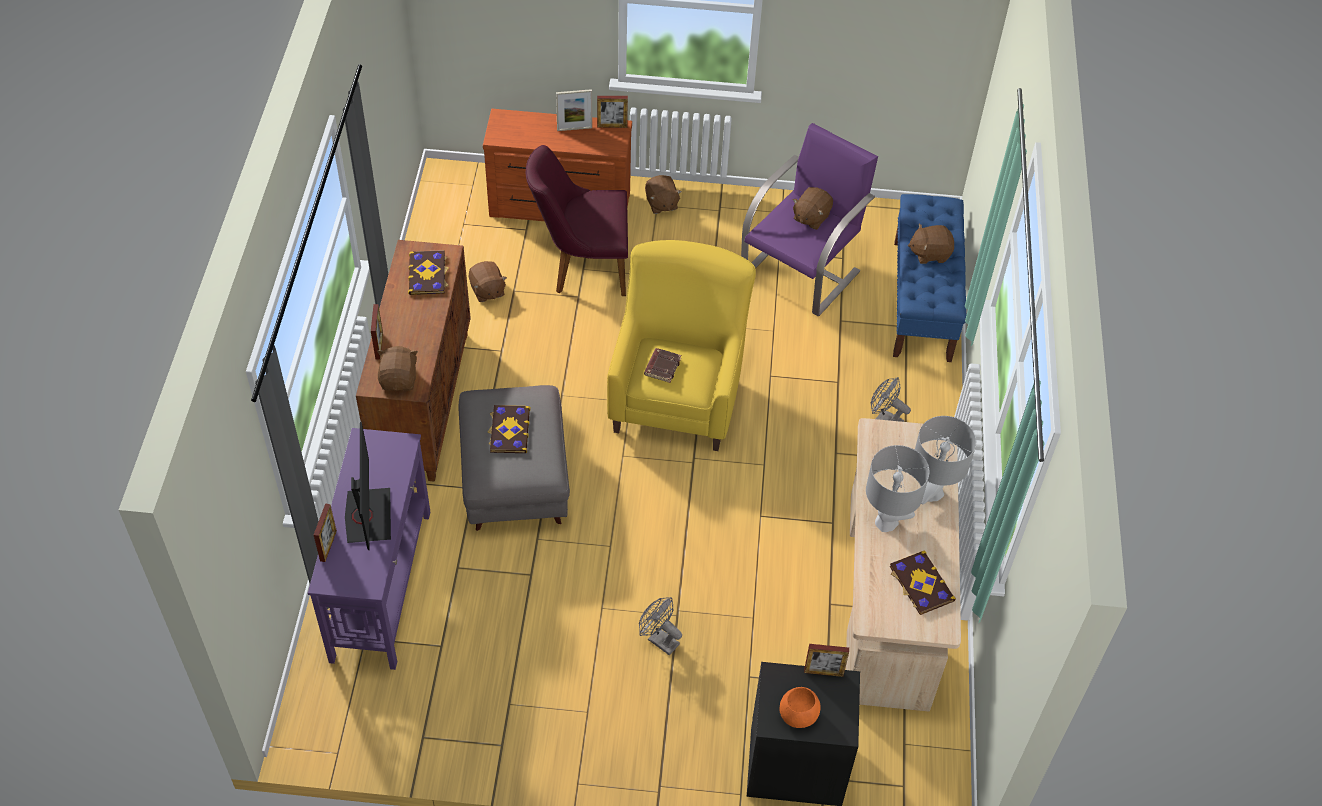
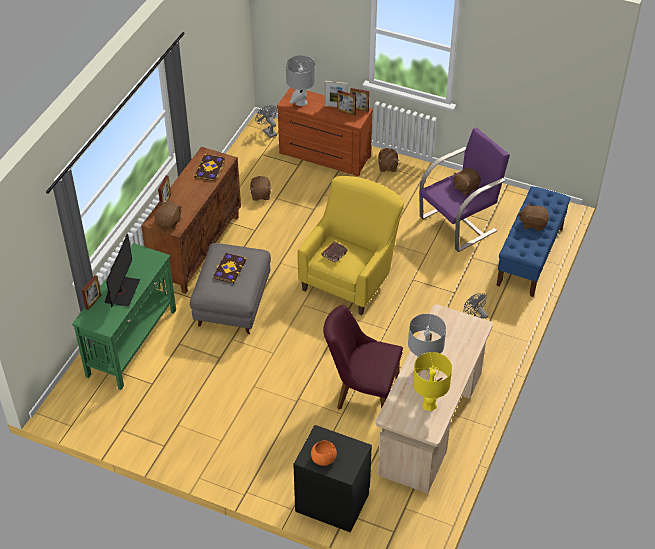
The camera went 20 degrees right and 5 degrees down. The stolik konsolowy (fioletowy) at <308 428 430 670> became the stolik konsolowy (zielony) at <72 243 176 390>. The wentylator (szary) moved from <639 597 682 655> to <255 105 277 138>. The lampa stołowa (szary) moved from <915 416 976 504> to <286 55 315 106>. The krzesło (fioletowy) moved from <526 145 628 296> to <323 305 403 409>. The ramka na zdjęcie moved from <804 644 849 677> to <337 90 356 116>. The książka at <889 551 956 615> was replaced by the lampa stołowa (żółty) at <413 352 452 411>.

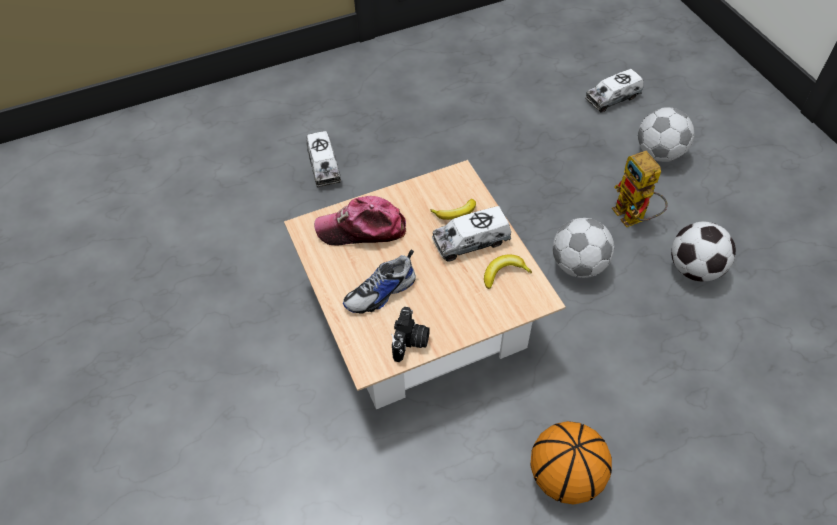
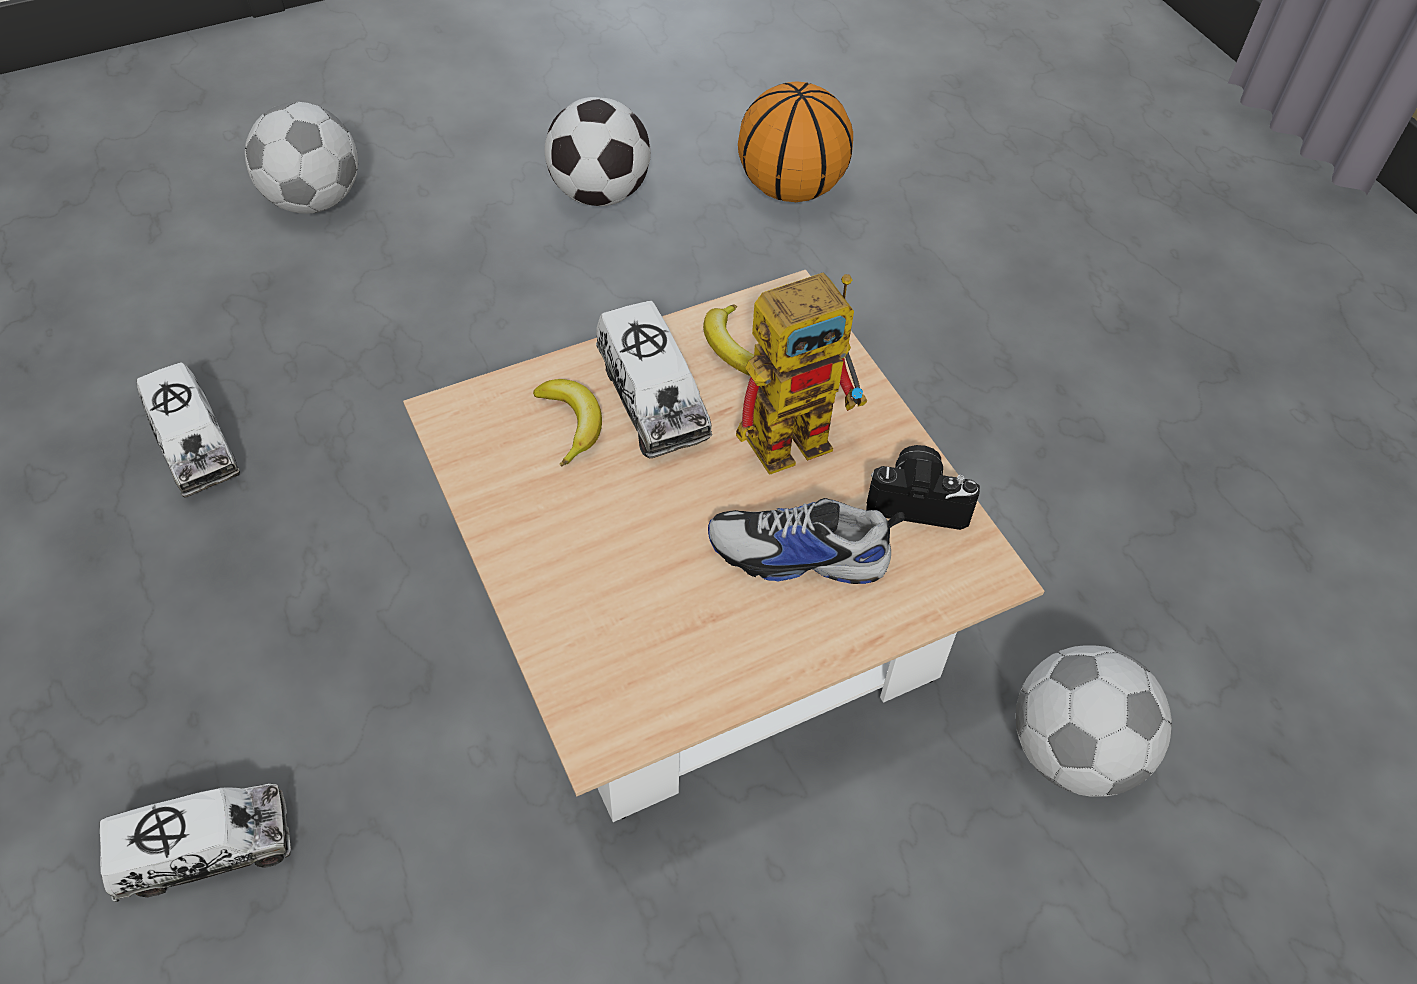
The camera went 95 degrees left and 0 degrees up. The ciężarówka zabawkowa moved from <585 69 644 113> to <137 362 240 497>. The but at <343 249 416 314> turned 135 degrees clockwise. The robot zabawkowy moved from <612 151 668 227> to <736 273 867 475>. The piłka do koszykówki moved from <531 421 612 504> to <738 81 853 202>. The piłka futbolowa moved from <553 218 614 278> to <1016 645 1172 797>. The czapka z daszkiem at <314 196 406 245> disappeared.

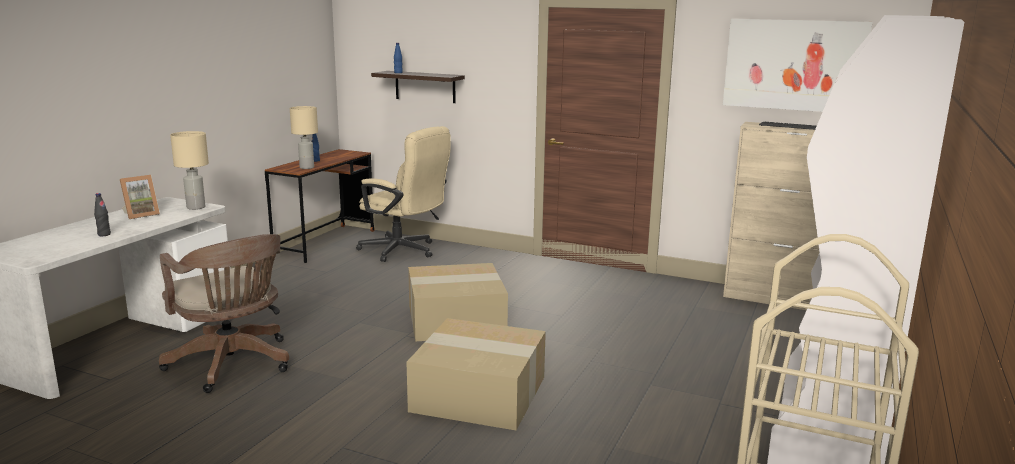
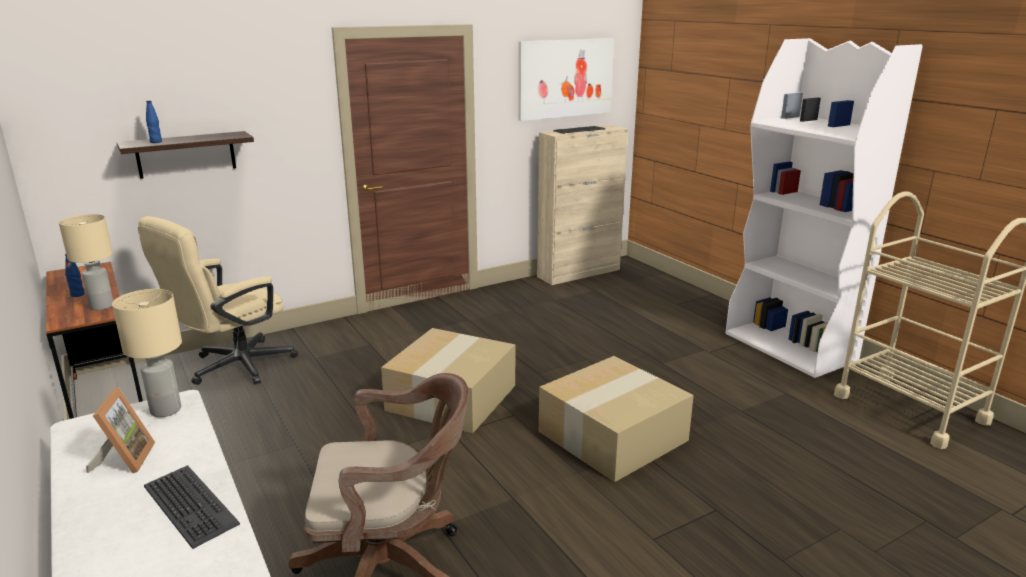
The camera went 55 degrees left and 5 degrees up. The krzesło biurowe (beżowy) at <356 126 451 262> turned 150 degrees clockwise. The butelka (czarny) at <94 193 111 236> was replaced by the klawiatura at <144 465 240 549>.

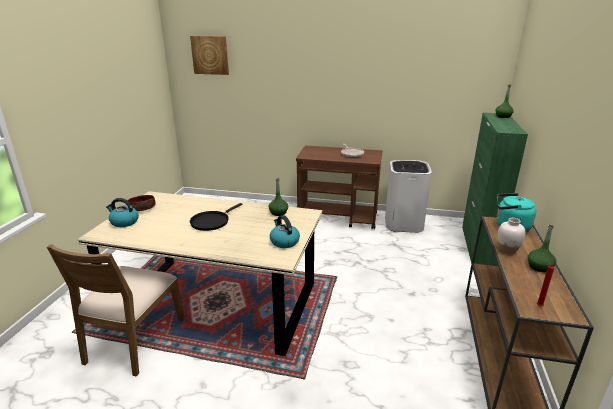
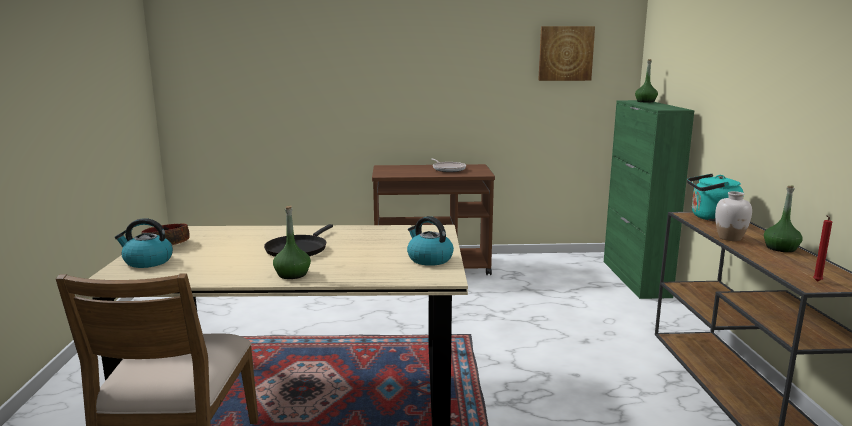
The camera went 15 degrees left and 10 degrees down. The butelka (zielony) moved from <269 177 288 216> to <273 206 311 279>. The obraz moved from <190 36 229 75> to <538 26 595 81>. The kosz na śmieci (biały) at <385 160 432 233> disappeared.

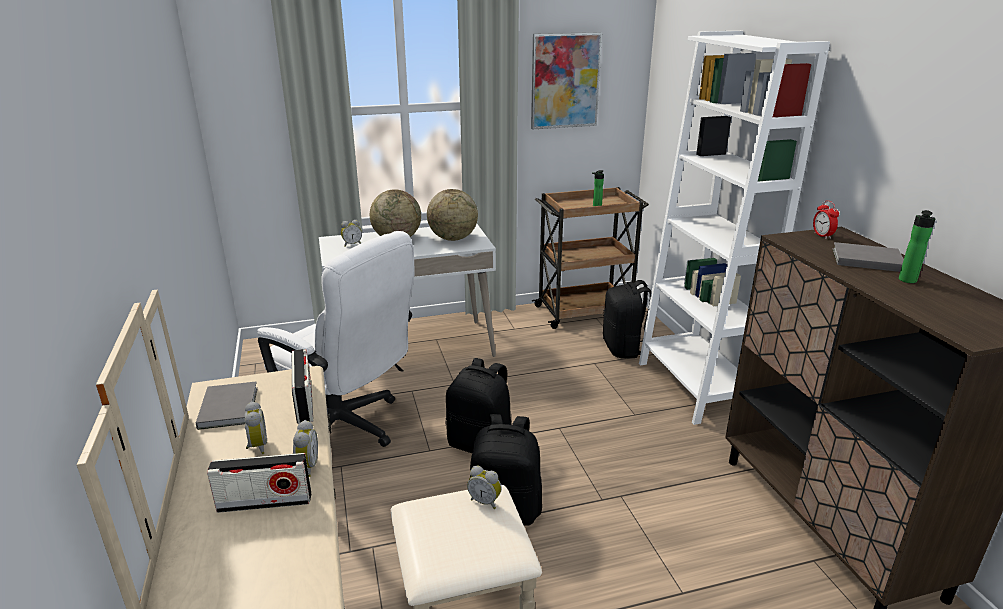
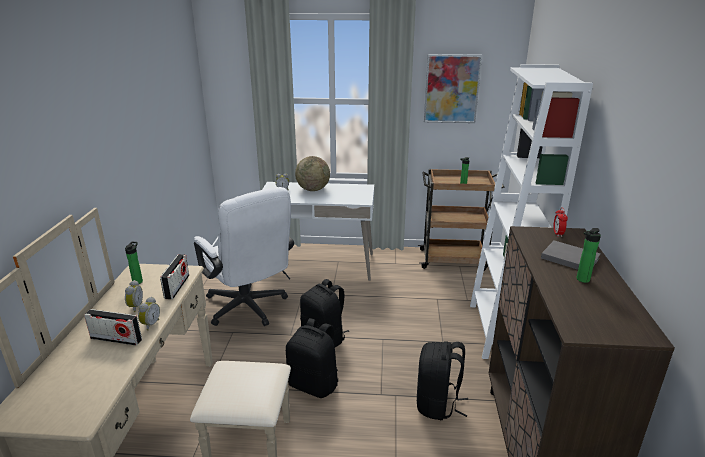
The camera went 20 degrees right and 0 degrees up. The książka (szary) at <196 382 258 430> was replaced by the butelka at <125 242 143 284>. The plecak (czarny) moved from <603 280 652 359> to <417 342 468 420>. The globus at <427 189 478 241> disappeared. The budzik at <467 466 502 509> disappeared.

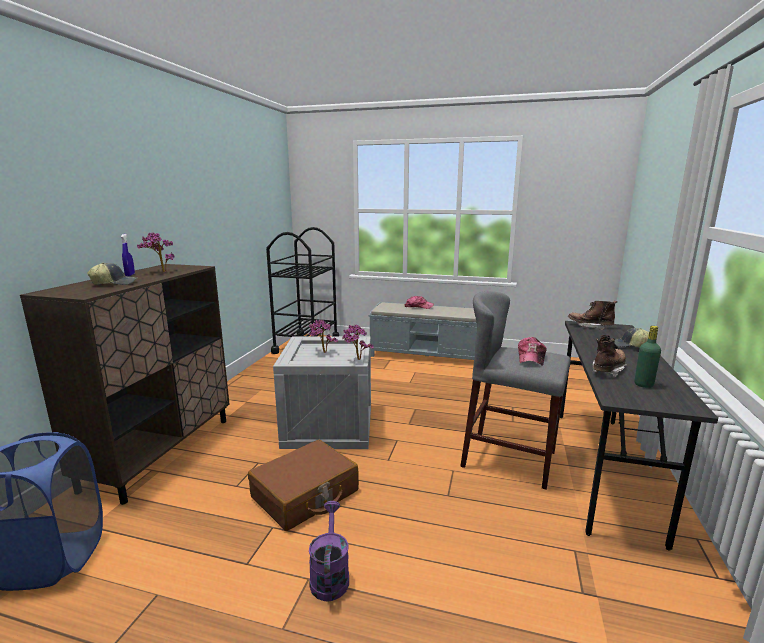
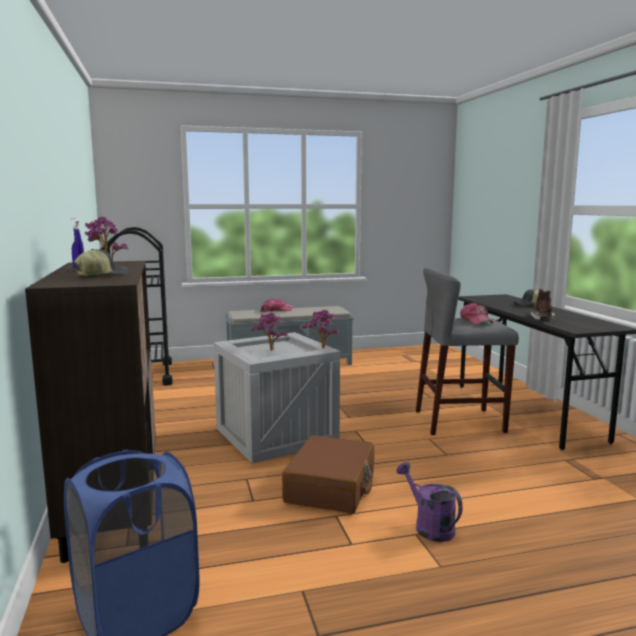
The camera went 30 degrees left and 5 degrees down. The but z cholewką (brązowy) at <568 301 617 330> disappeared. The butelka (zielony) at <635 326 661 388> disappeared.

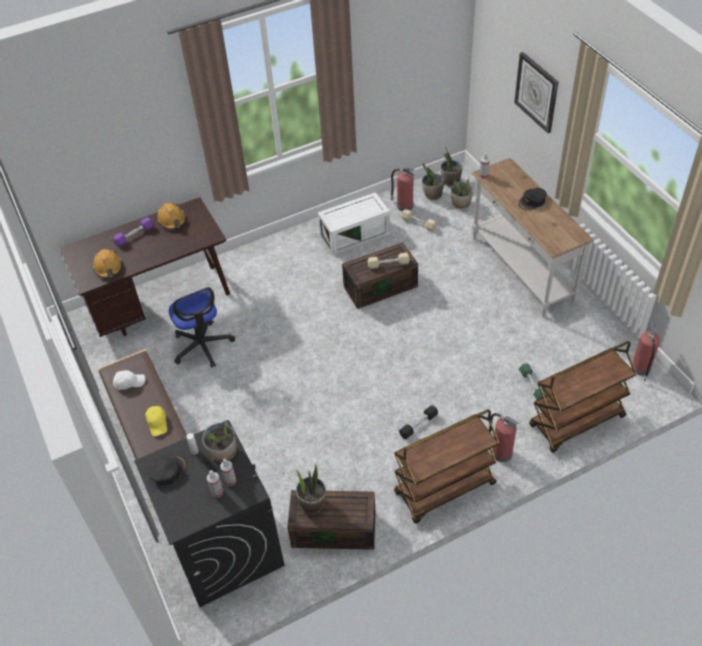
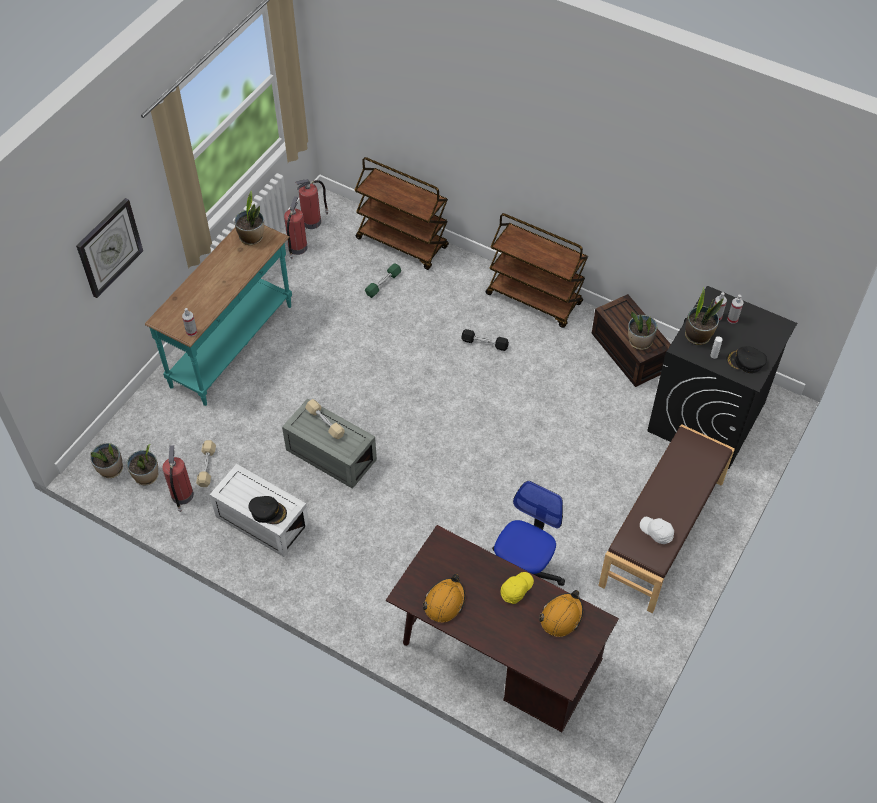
The camera went 125 degrees left and 5 degrees up. The stolik konsolowy (biały) at <472 158 594 317> became the stolik konsolowy (turkusowy) at <145 225 292 406>. The roślina doniczkowa moved from <451 178 473 209> to <234 190 264 245>. The czapka z daszkiem (czarny) moved from <518 188 546 211> to <248 496 287 524>. The pojemnik do przechowywania (brązowy) at <342 242 418 309> became the pojemnik do przechowywania (szary) at <282 399 377 489>. The gaśnica moved from <489 413 519 462> to <284 196 308 259>. The czapka z daszkiem (żółty) moved from <145 406 167 436> to <501 572 534 604>. The hantel (fioletowy) at <113 217 153 247> disappeared.

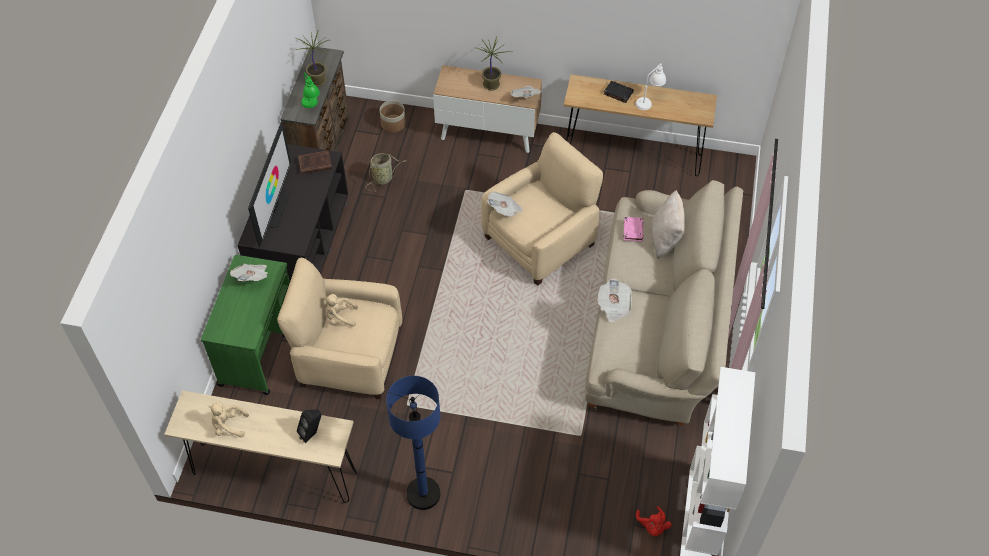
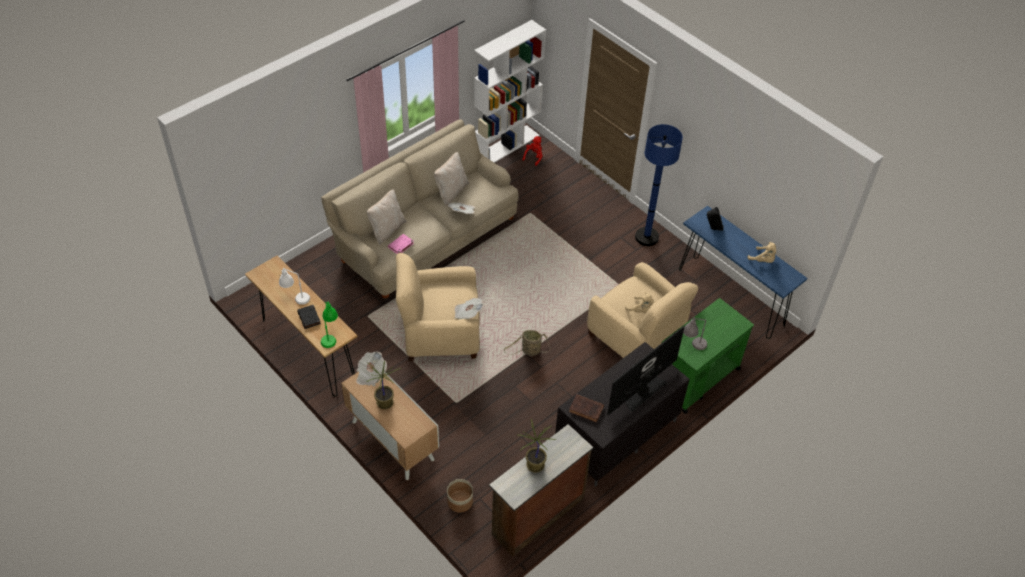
The camera went 145 degrees left and 5 degrees down. The lampa stołowa (zielony) moved from <301 72 320 108> to <321 302 338 348>. The poduszka (beżowy) at <434 152 469 206> appeared. The koszyk moved from <366 153 407 192> to <504 330 550 356>. The stolik konsolowy (beżowy) at <164 390 357 503> became the stolik konsolowy (niebieski) at <679 206 808 339>. The gazeta at <230 264 268 281> was replaced by the lampa stołowa (szary) at <683 318 707 350>.

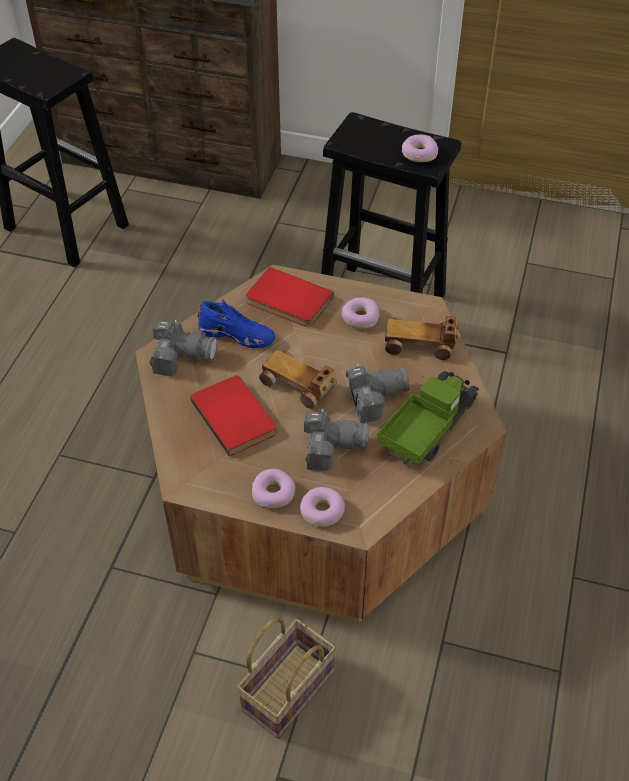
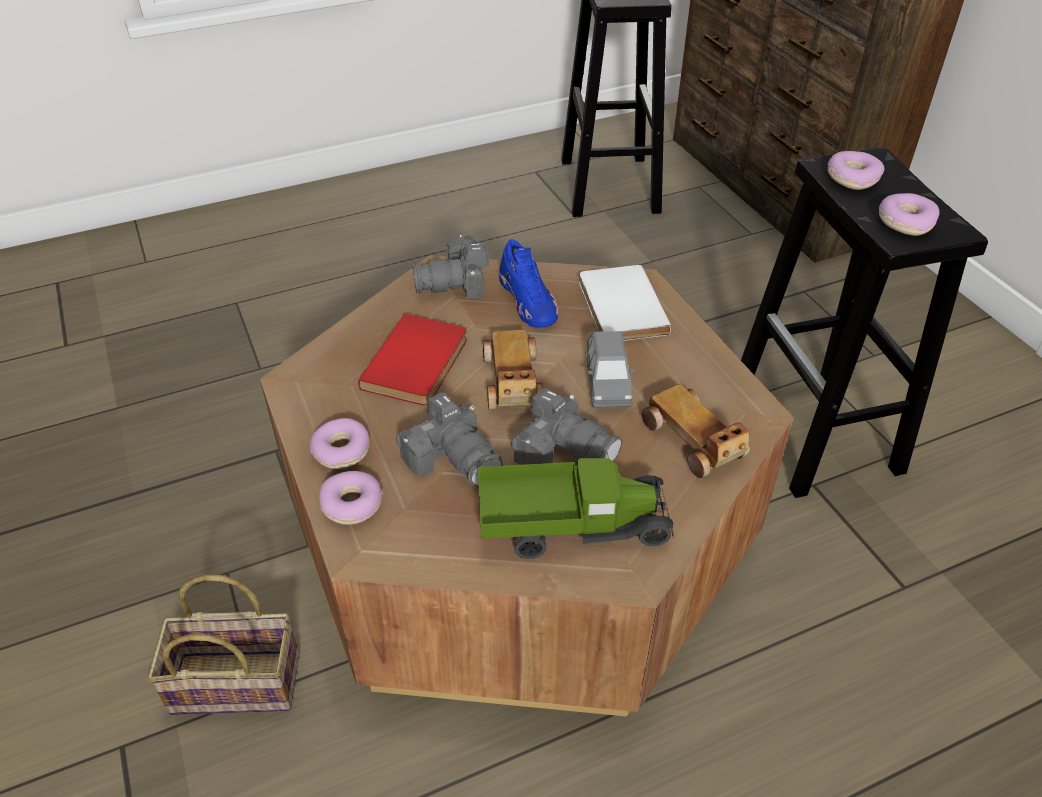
The camera went 50 degrees right and 5 degrees down. The aparat fotograficzny at <150 320 217 376> turned 105 degrees clockwise. The książka (czerwony) at <246 267 334 327> became the książka (biały) at <579 265 671 341>. The samochodzik (szary) at <586 331 635 408> appeared. The donut moved from <342 297 380 328> to <828 151 884 190>.

